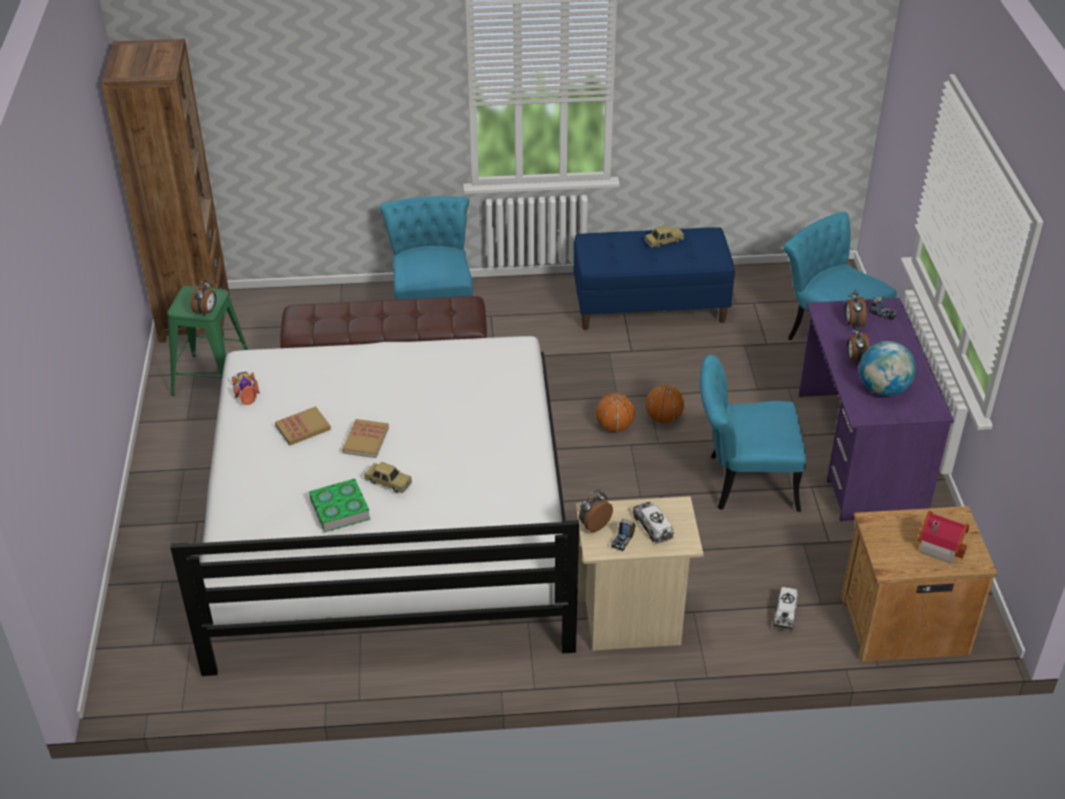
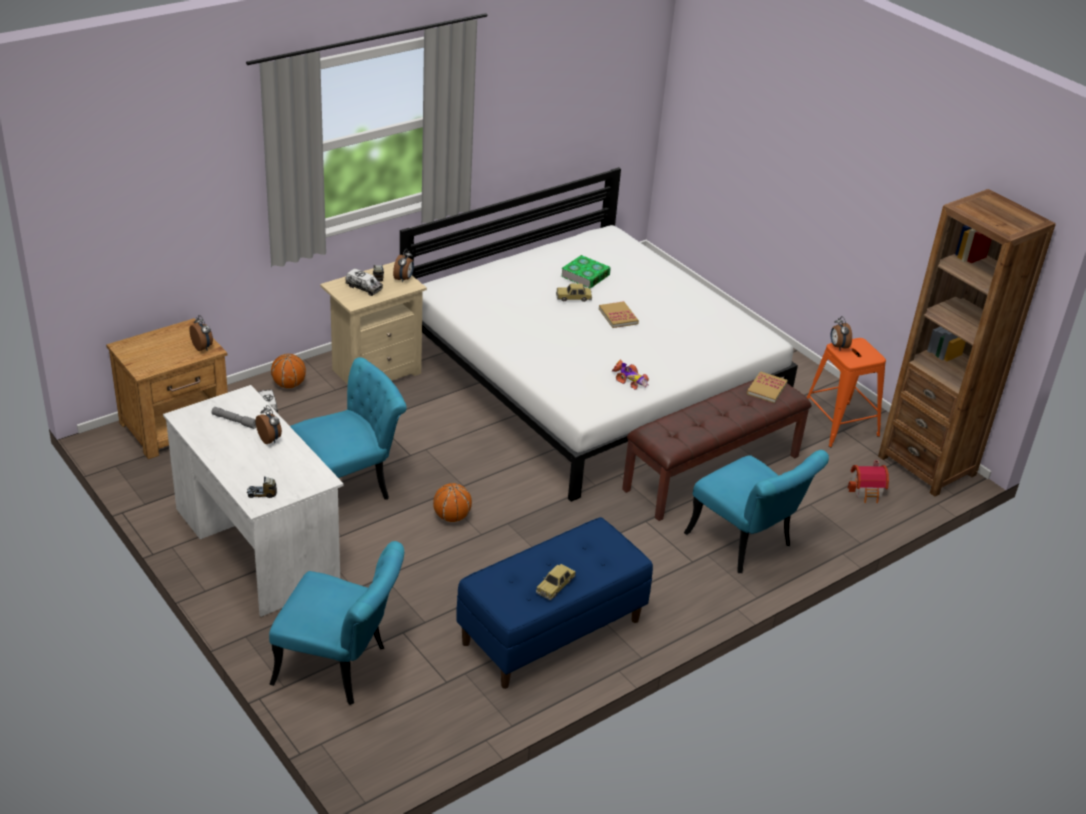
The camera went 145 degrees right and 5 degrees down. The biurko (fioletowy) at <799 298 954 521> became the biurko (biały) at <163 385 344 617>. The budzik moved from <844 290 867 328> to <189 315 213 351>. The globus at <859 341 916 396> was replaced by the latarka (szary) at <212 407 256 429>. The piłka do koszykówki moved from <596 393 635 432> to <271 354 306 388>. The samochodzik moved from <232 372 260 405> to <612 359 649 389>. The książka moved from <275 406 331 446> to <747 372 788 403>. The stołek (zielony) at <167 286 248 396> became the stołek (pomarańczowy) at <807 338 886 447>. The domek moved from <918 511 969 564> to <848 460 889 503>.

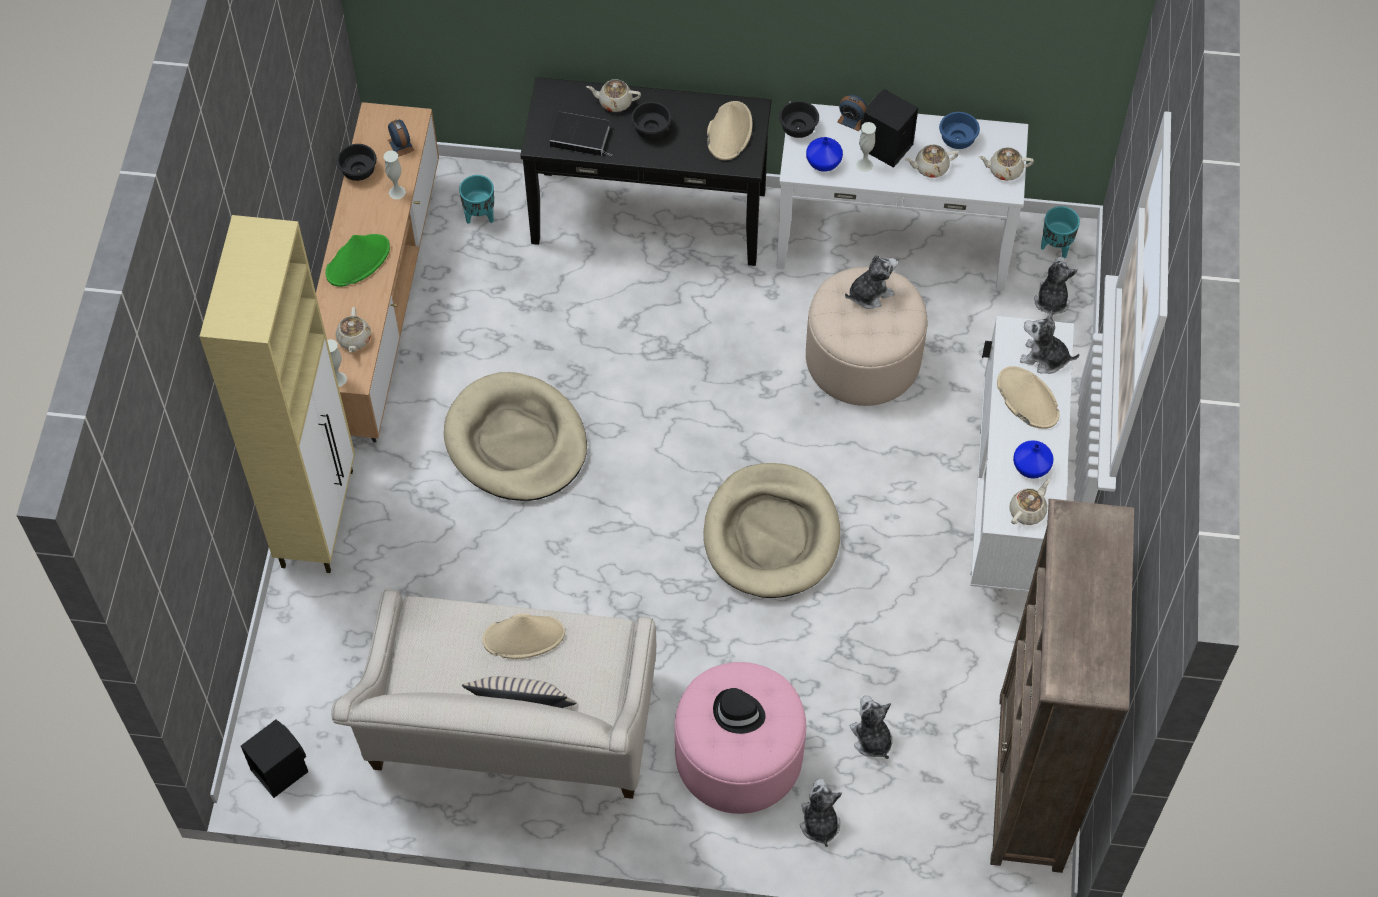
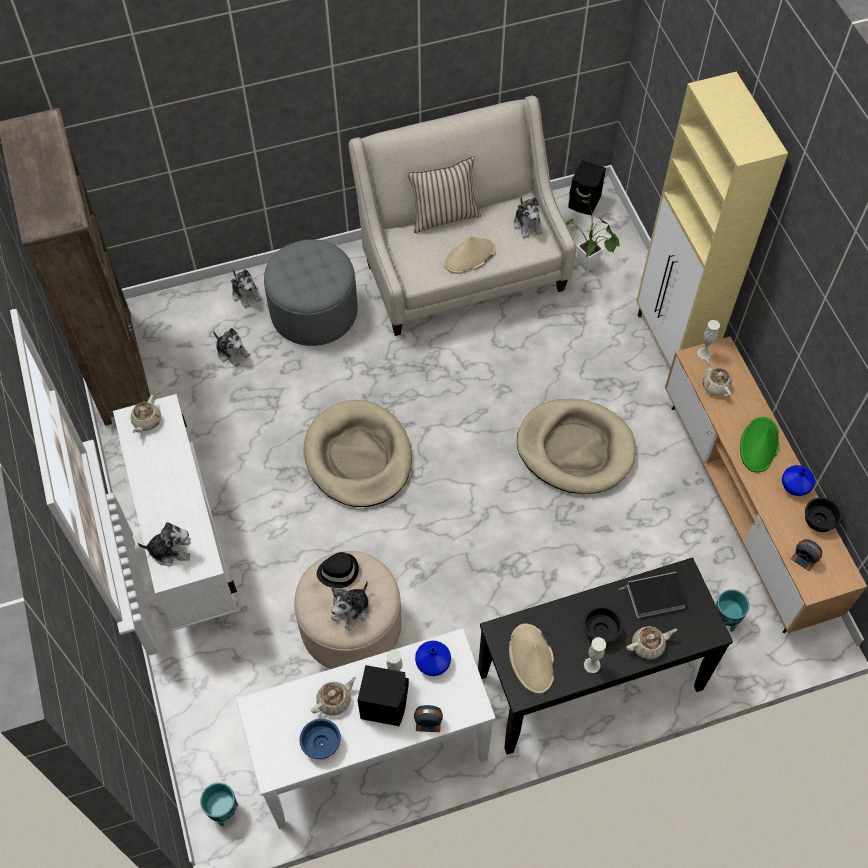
The camera went 155 degrees right and 0 degrees up. The pufa (różowy) at <675 662 806 814> became the pufa (szary) at <264 240 358 346>. The kapelusz (czarny) moved from <713 688 765 734> to <317 552 359 588>. The pluszak moved from <1034 257 1077 316> to <514 196 543 239>. The roślina doniczkowa at <566 200 620 271> appeared. The wazon (biały) moved from <383 150 406 199> to <584 637 606 673>. The wazon (niebieski) moved from <1013 440 1054 479> to <782 465 815 496>. The miska (czarny) at <779 101 819 138> disappeared. The imbryk (beżowy) at <979 147 1034 181> disappeared. The kapelusz (beżowy) at <997 366 1060 429> disappeared.

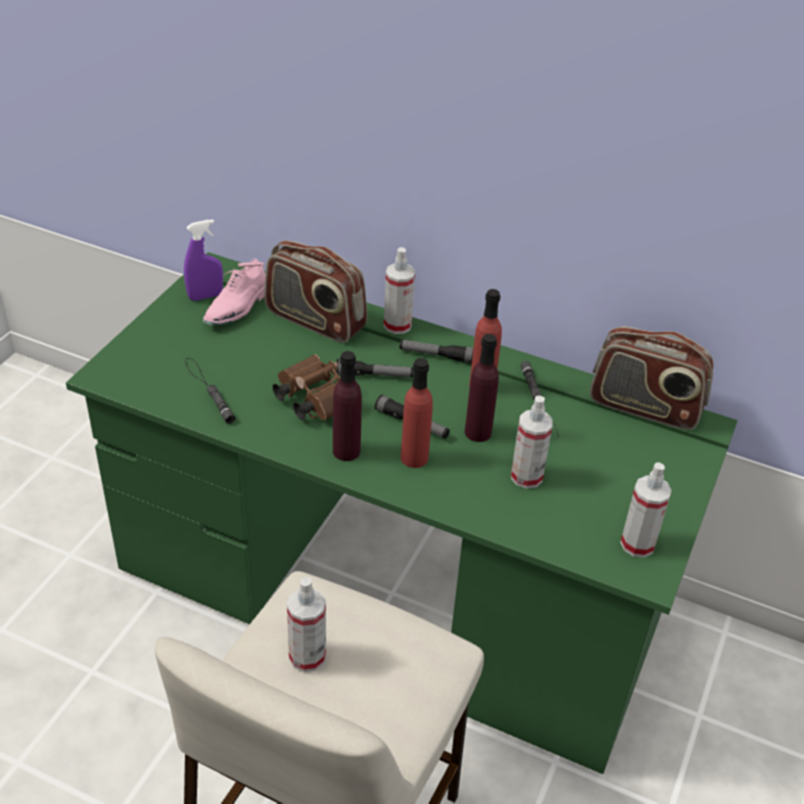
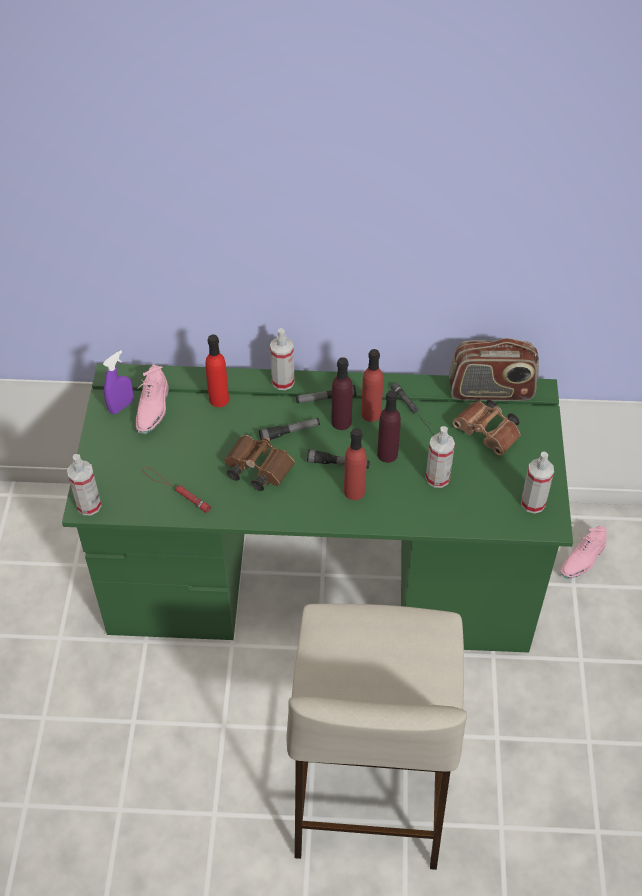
The camera went 20 degrees left and 10 degrees up. The spryskiwacz moved from <287 577 326 672> to <67 454 101 515>. The latarka (czarny) at <185 358 235 424> became the latarka (czerwony) at <142 467 211 513>. The radio at <264 241 367 343> was replaced by the butelka (czerwony) at <205 335 229 407>. The butelka (fioletowy) moved from <333 351 362 461> to <331 357 353 430>. The lornetka (brązowy) at <453 400 521 456> appeared. The but (różowy) at <560 525 608 579> appeared.

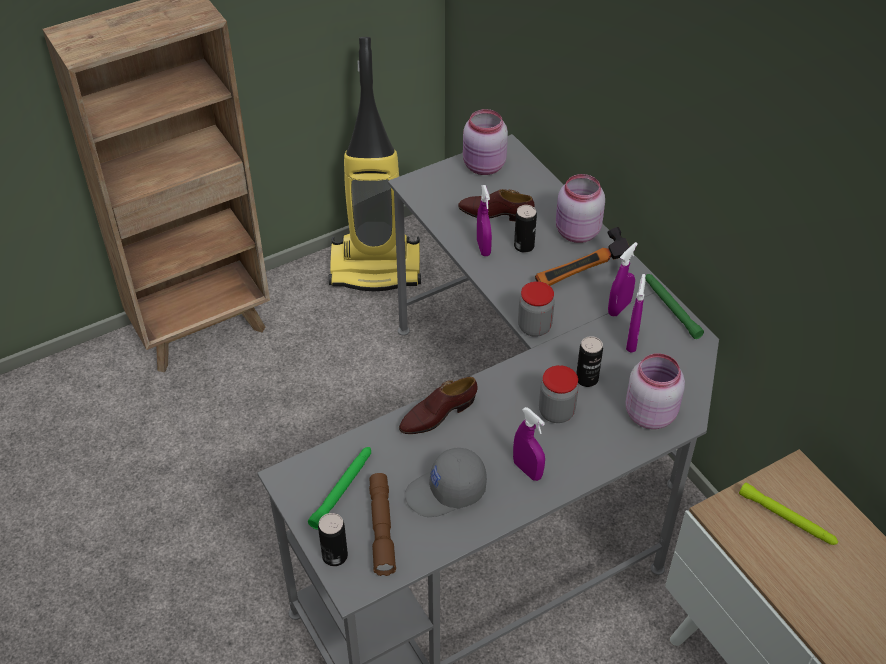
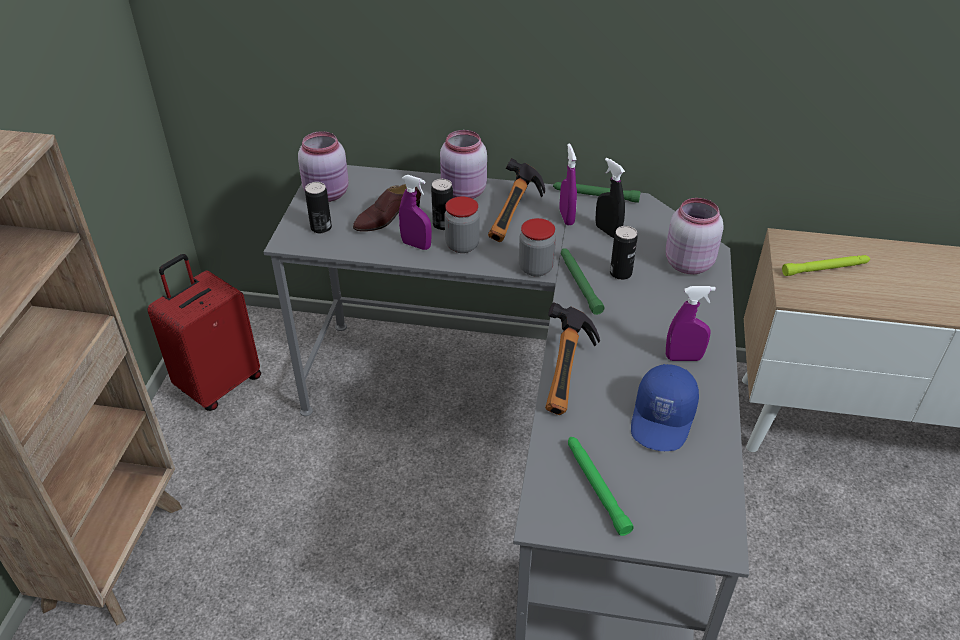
The camera went 50 degrees left and 5 degrees down. The odkurzacz at <328 37 421 291> was replaced by the walizka (czerwony) at <147 254 261 411>. The puszka moved from <318 513 348 566> to <305 182 332 233>. The słoik moved from <539 365 578 423> to <444 197 480 253>. The but (brązowy) at <399 377 478 434> was replaced by the młotek at <545 302 600 415>. The latarka (zielony) at <561 248 605 315> appeared. The spryskiwacz (fioletowy) at <626 274 646 353> became the spryskiwacz (czarny) at <595 158 625 238>. The czapka z daszkiem (szary) at <404 448 487 517> became the czapka z daszkiem (niebieski) at <631 364 699 451>. The latarka (brązowy) at <369 473 396 576> disappeared.

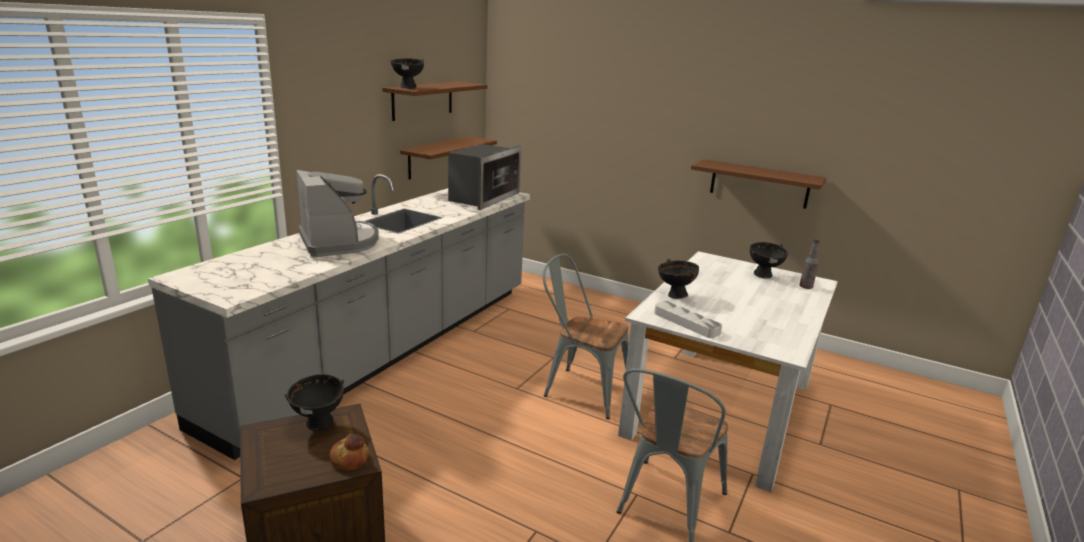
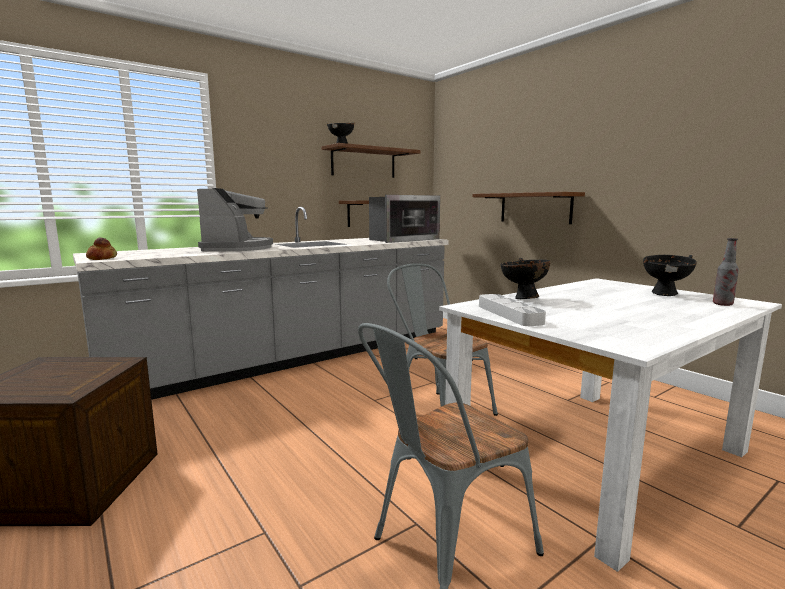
The camera went 25 degrees right and 10 degrees down. The chleb moved from <330 434 369 470> to <86 237 117 260>. The półka (brązowy) moved from <691 159 827 209> to <472 192 585 224>. The miska (czarny) at <284 374 344 431> disappeared.

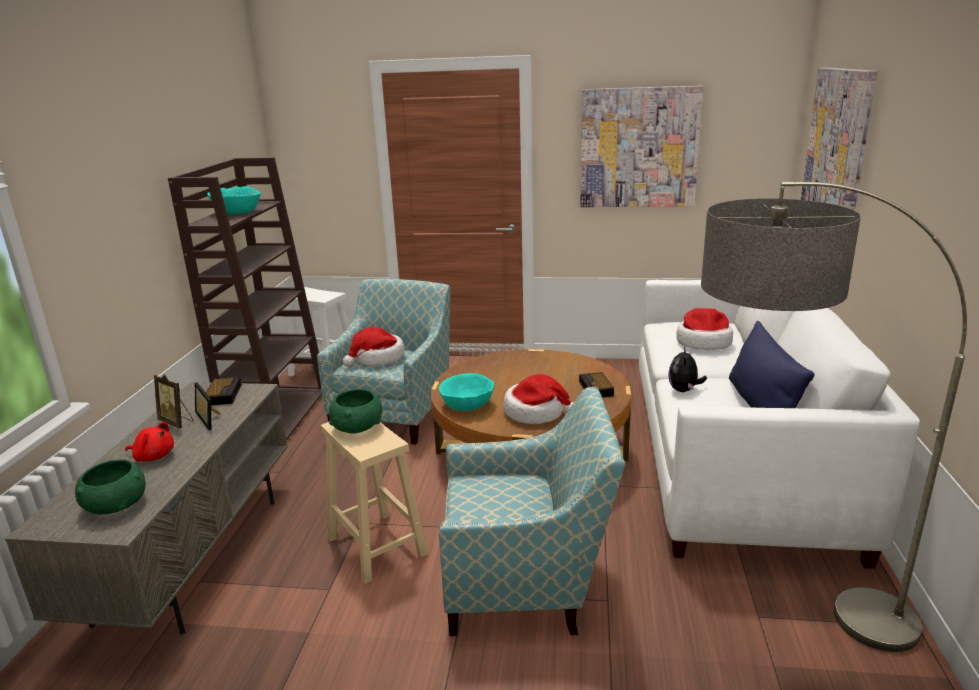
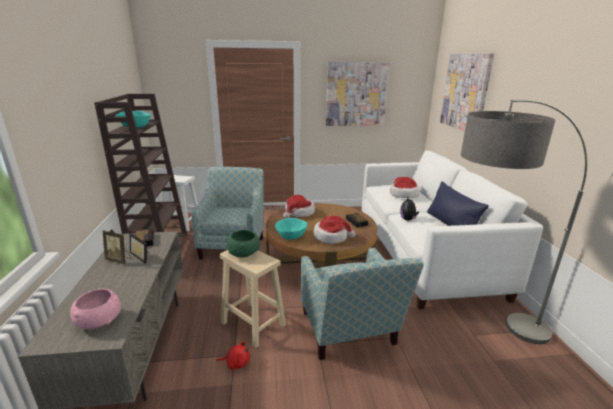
The camera went 15 degrees left and 0 degrees up. The miska (zielony) at <75 459 146 515> became the miska (różowy) at <70 289 121 329>. The pluszak (czerwony) moved from <125 422 174 461> to <217 341 250 370>. The kapelusz moved from <343 327 405 367> to <283 195 315 218>. The fotel at <439 387 625 636> turned 90 degrees clockwise.

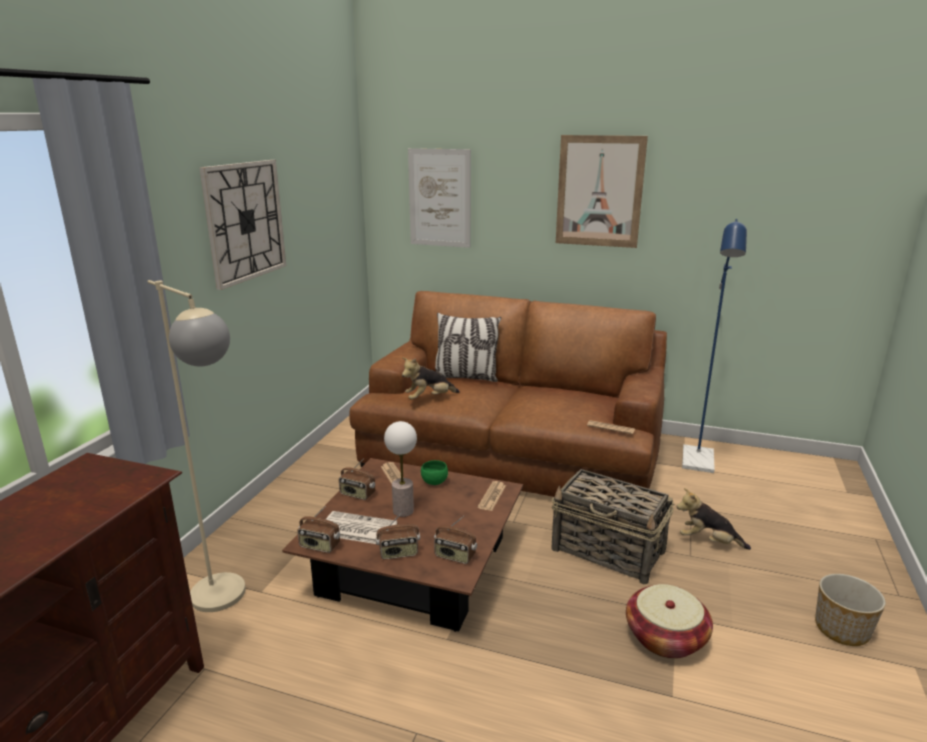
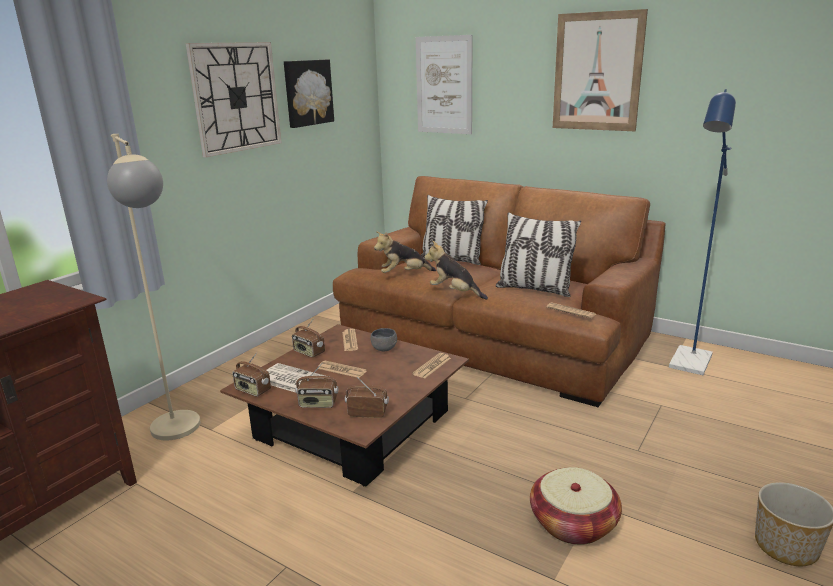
The camera went 15 degrees right and 0 degrees up. The obraz at <284 59 334 128> appeared. The lampa stołowa at <384 421 417 517> was replaced by the gazeta at <318 361 367 378>. The radio at <434 516 477 564> turned 150 degrees clockwise. The miska (zielony) at <421 460 448 485> became the miska (szary) at <371 328 397 351>. The pluszak moved from <677 488 751 550> to <424 241 488 300>. The poduszka at <496 212 581 297> appeared. The koszyk at <551 469 674 585> disappeared.

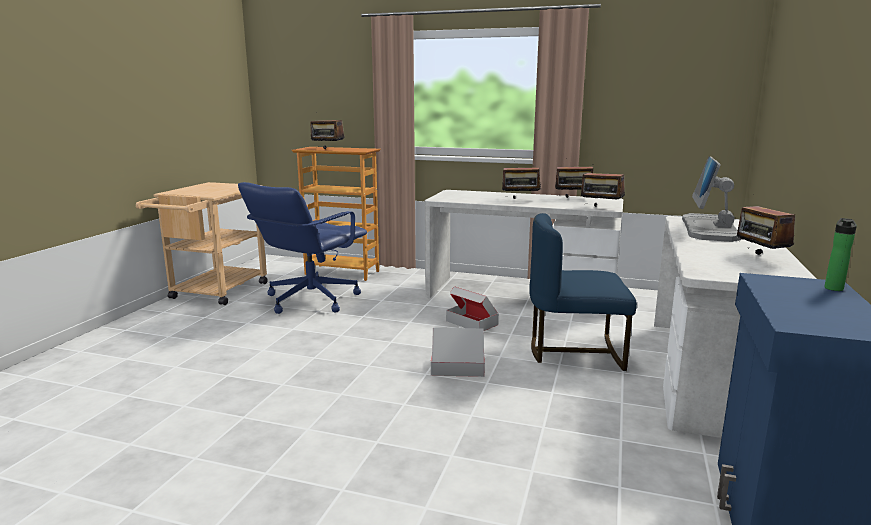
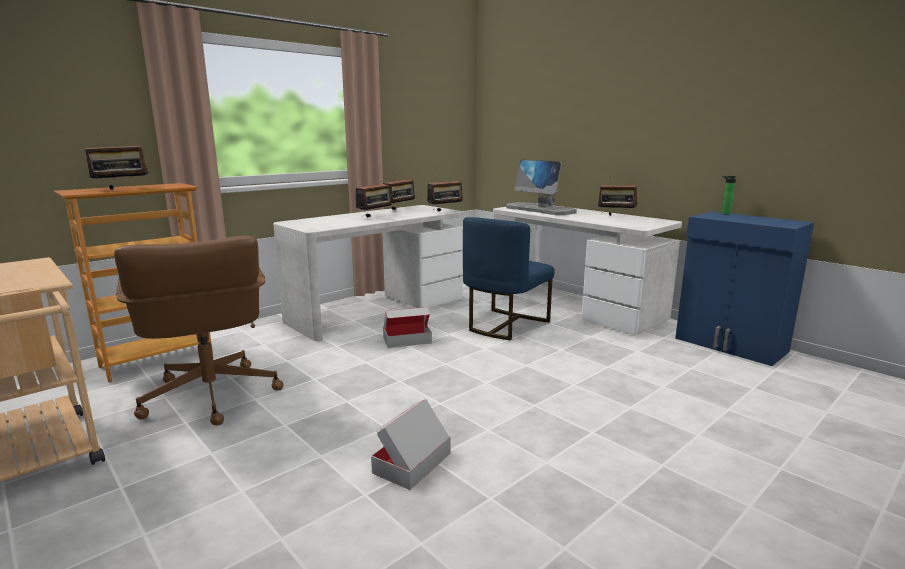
The camera went 60 degrees left and 0 degrees up. The krzesło biurowe (niebieski) at <238 182 367 314> became the krzesło biurowe (brązowy) at <114 236 283 425>. The karton moved from <431 328 485 377> to <371 399 451 490>.

